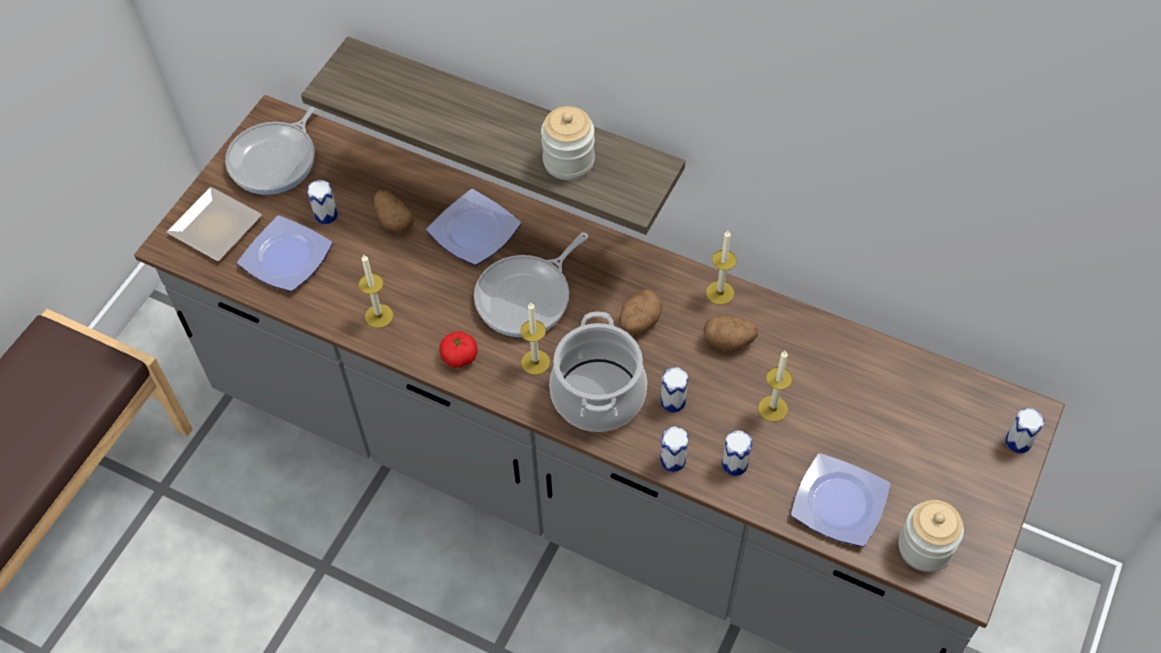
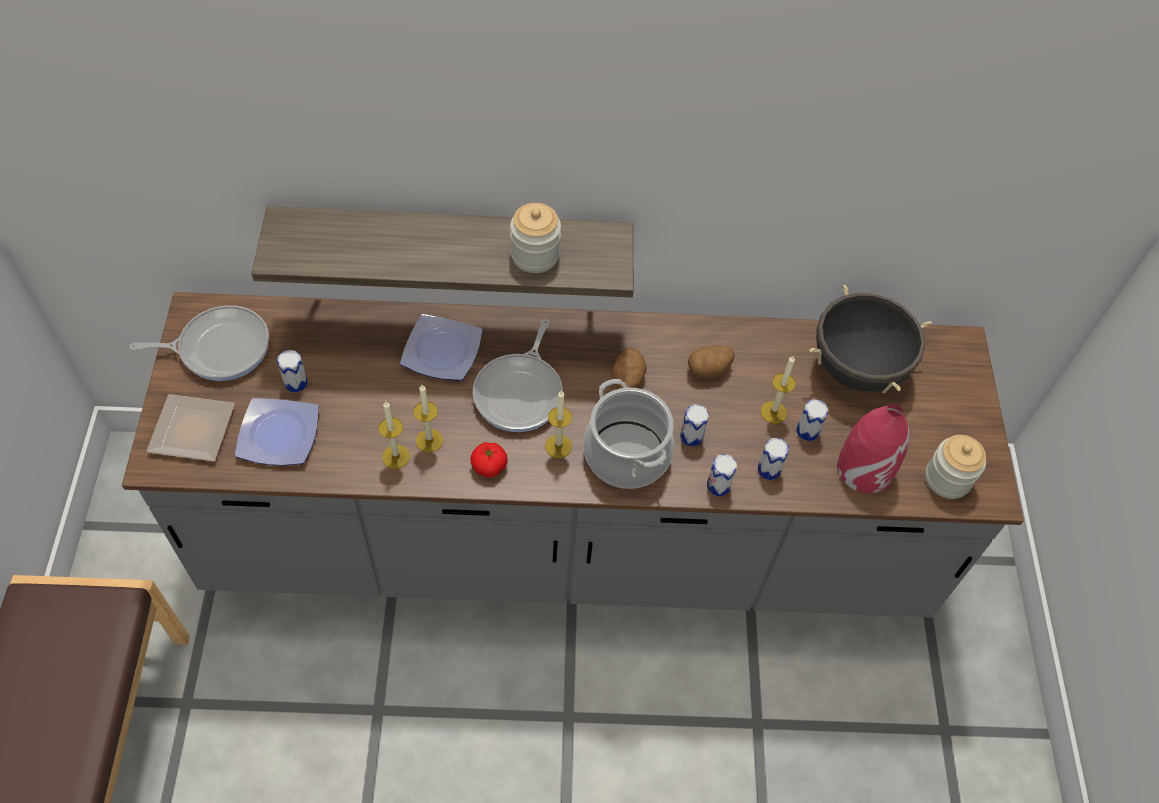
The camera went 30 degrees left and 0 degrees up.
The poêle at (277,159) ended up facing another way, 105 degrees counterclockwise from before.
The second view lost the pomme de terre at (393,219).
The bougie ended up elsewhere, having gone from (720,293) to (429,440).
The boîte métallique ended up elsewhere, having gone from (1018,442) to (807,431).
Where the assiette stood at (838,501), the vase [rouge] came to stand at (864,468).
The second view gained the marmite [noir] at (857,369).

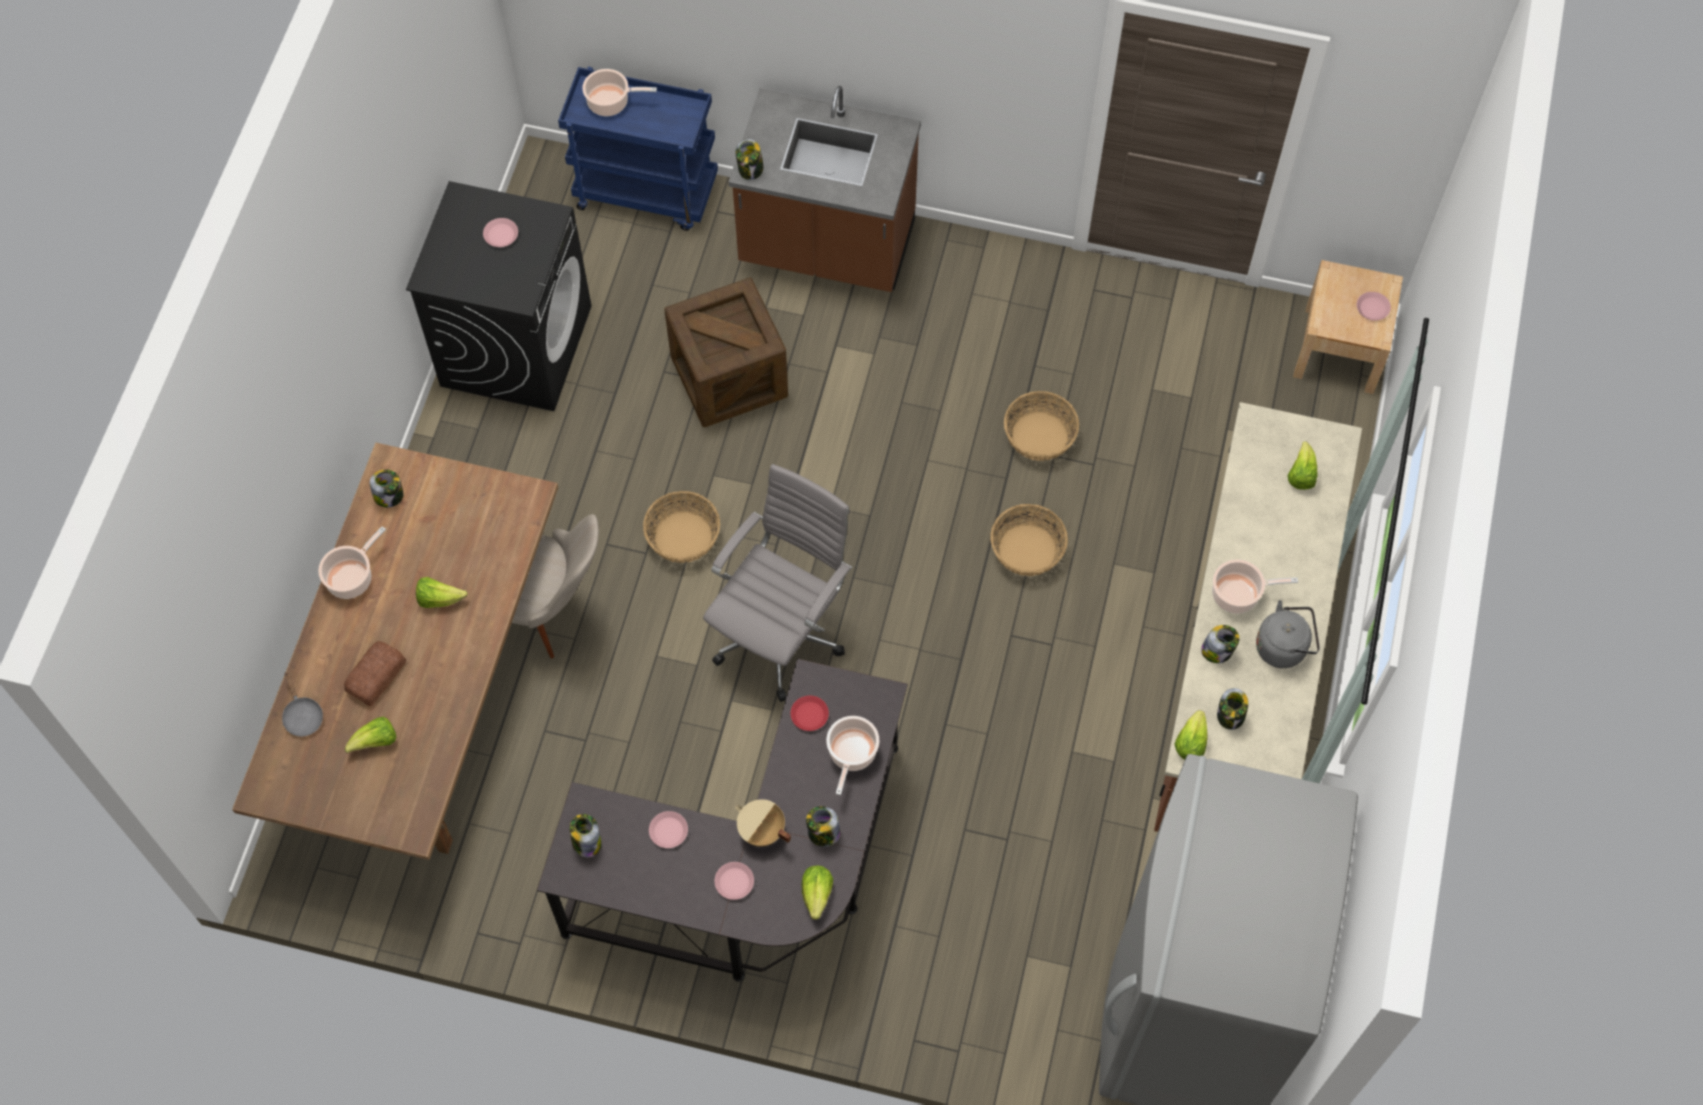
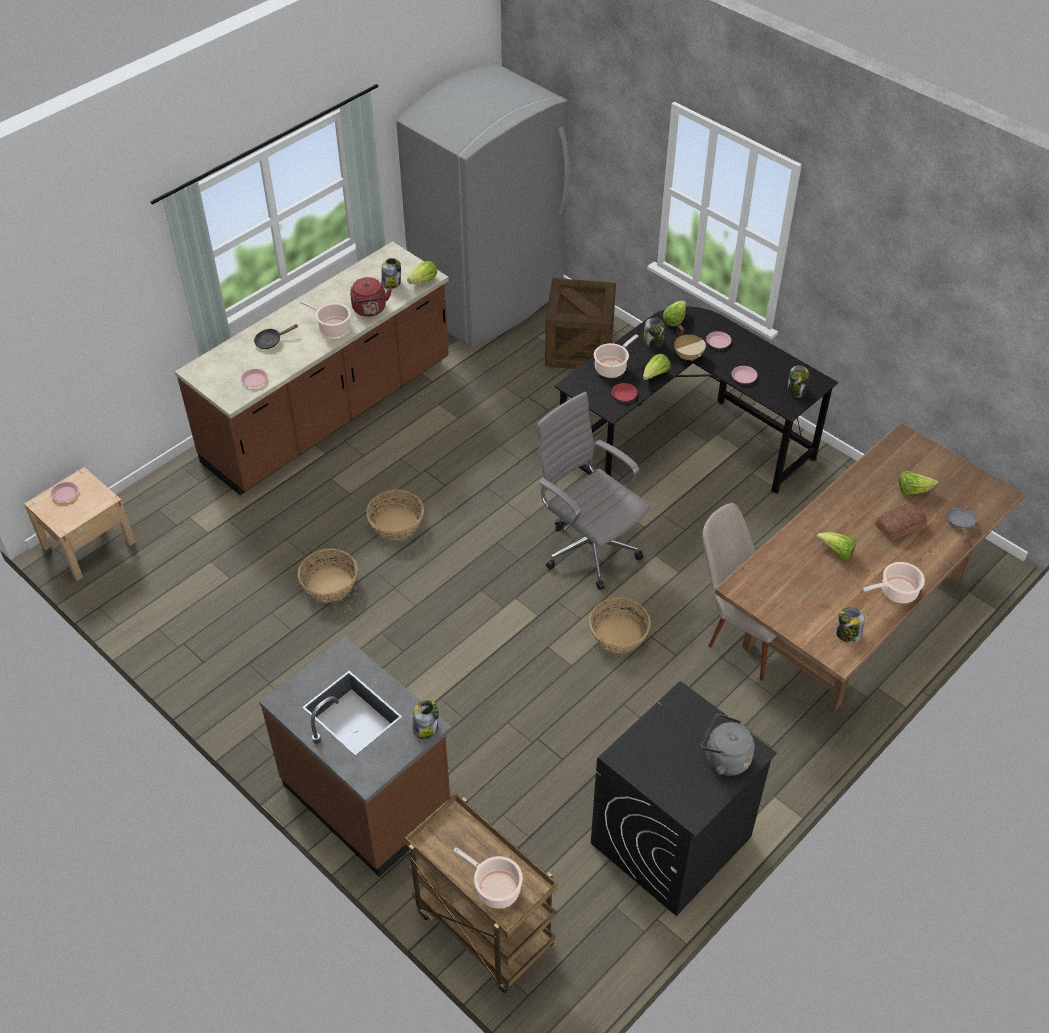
The camera went 150 degrees left and 15 degrees down.
What was the chariot [bleu] at (648,193) turned into the chariot [marron] at (481,928).
The assiette [rose] ended up elsewhere, having gone from (501,235) to (254,380).
The caisse ended up elsewhere, having gone from (729,376) to (579,348).
The laitue ended up elsewhere, having gone from (1301,475) to (655,375).
The chaise de bureau [gris] at (782,633) ended up facing another way, 75 degrees clockwise from before.
The bouilloire [gris] ended up elsewhere, having gone from (1284,647) to (724,758).
Where the bocal stood at (1217,650), the bouilloire [rouge] came to stand at (370,310).
The second view gained the poêle [noir] at (271,341).

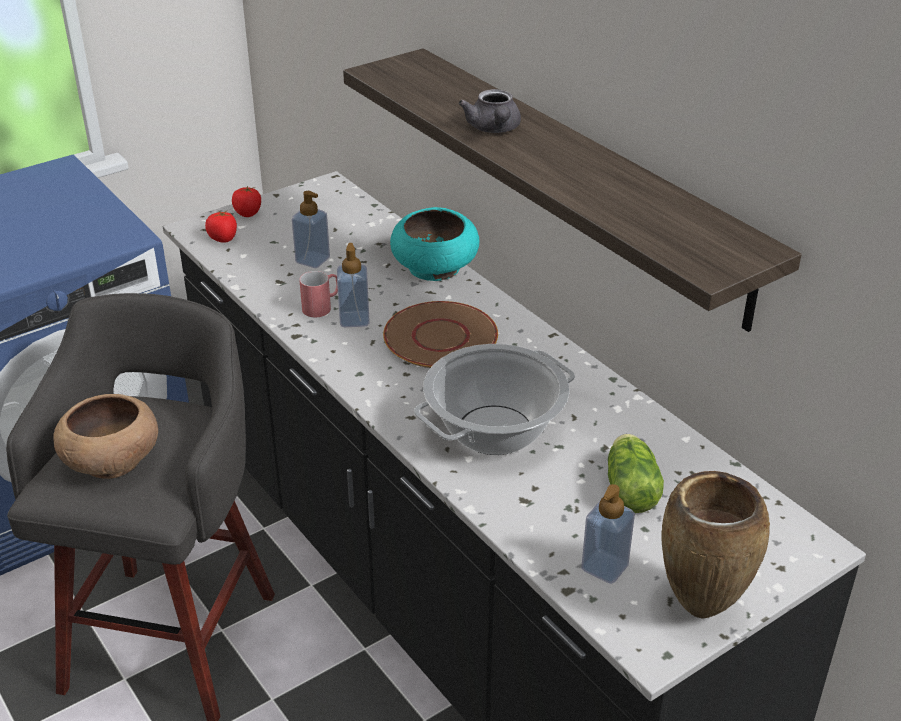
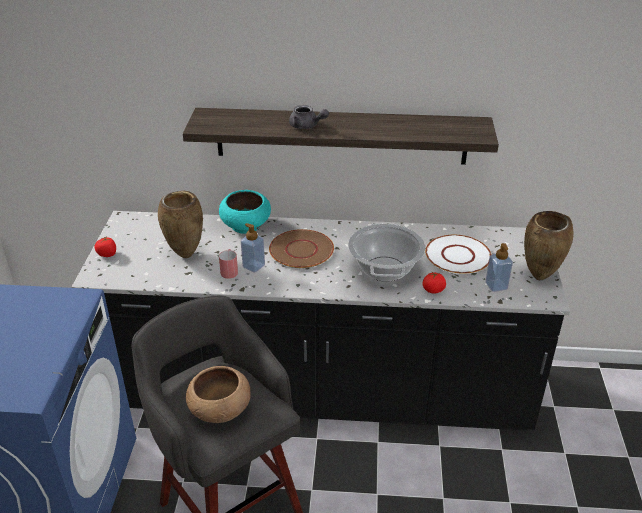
The camera went 50 degrees left and 0 degrees up.
Where the distributeur de savon stood at (312,260), the vase [marron] came to stand at (185,255).
The tomate ended up elsewhere, having gone from (223,238) to (433,290).
Where the laitue stood at (630,487), the assiette [blanc] came to stand at (458,256).

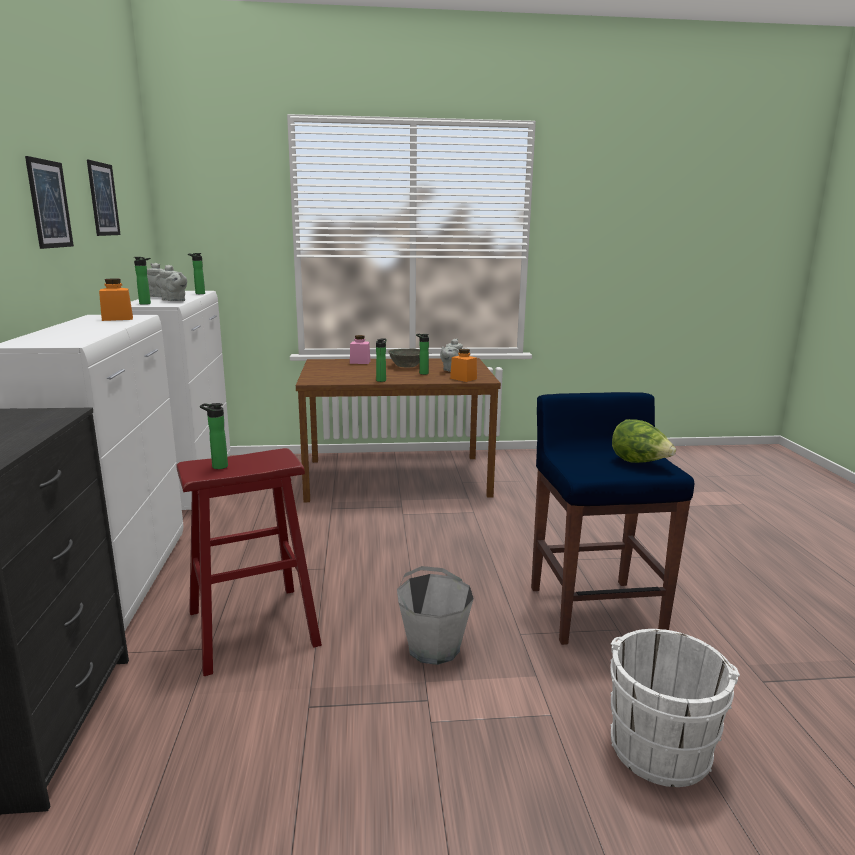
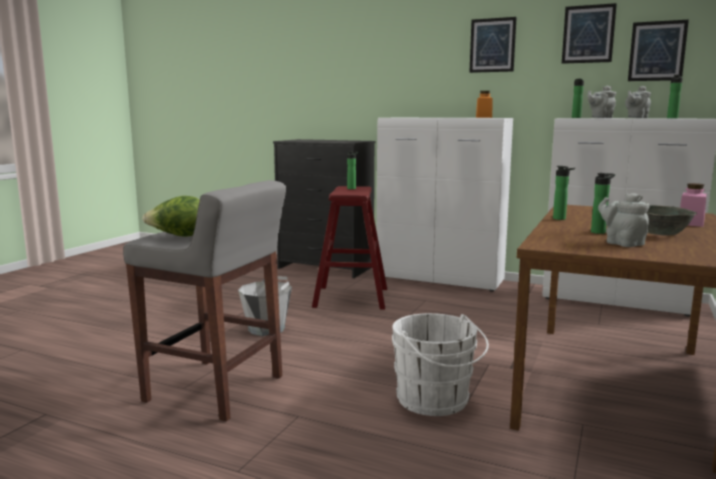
The camera went 120 degrees right and 5 degrees down.
The second view lost the bocal [orange] at (463,378).
What was the tabouret [bleu] at (594,610) turned into the tabouret [gris] at (217,389).
The seau [blanc] ended up elsewhere, having gone from (660,745) to (435,401).
The second view gained the tableau at (657,51).

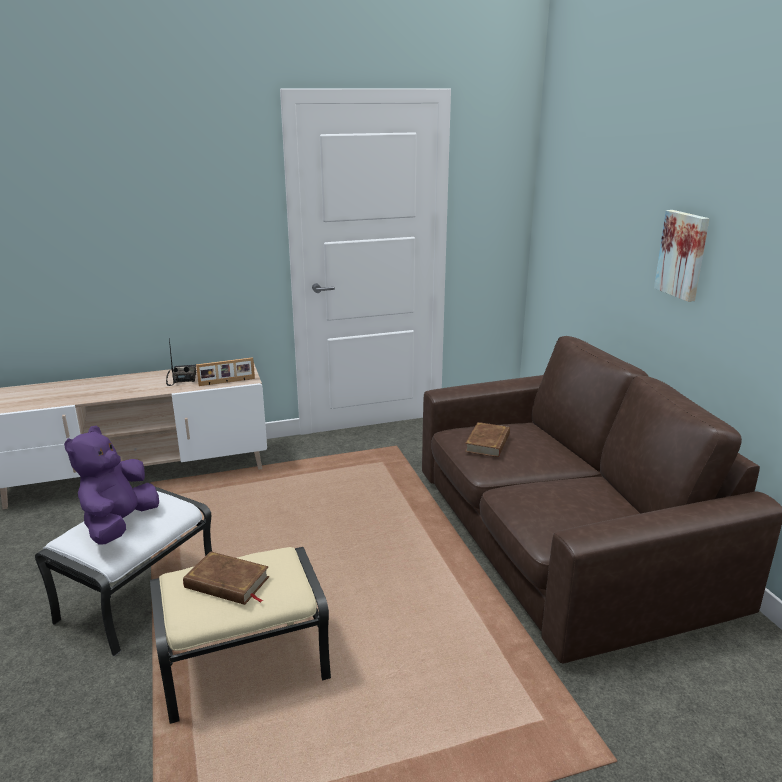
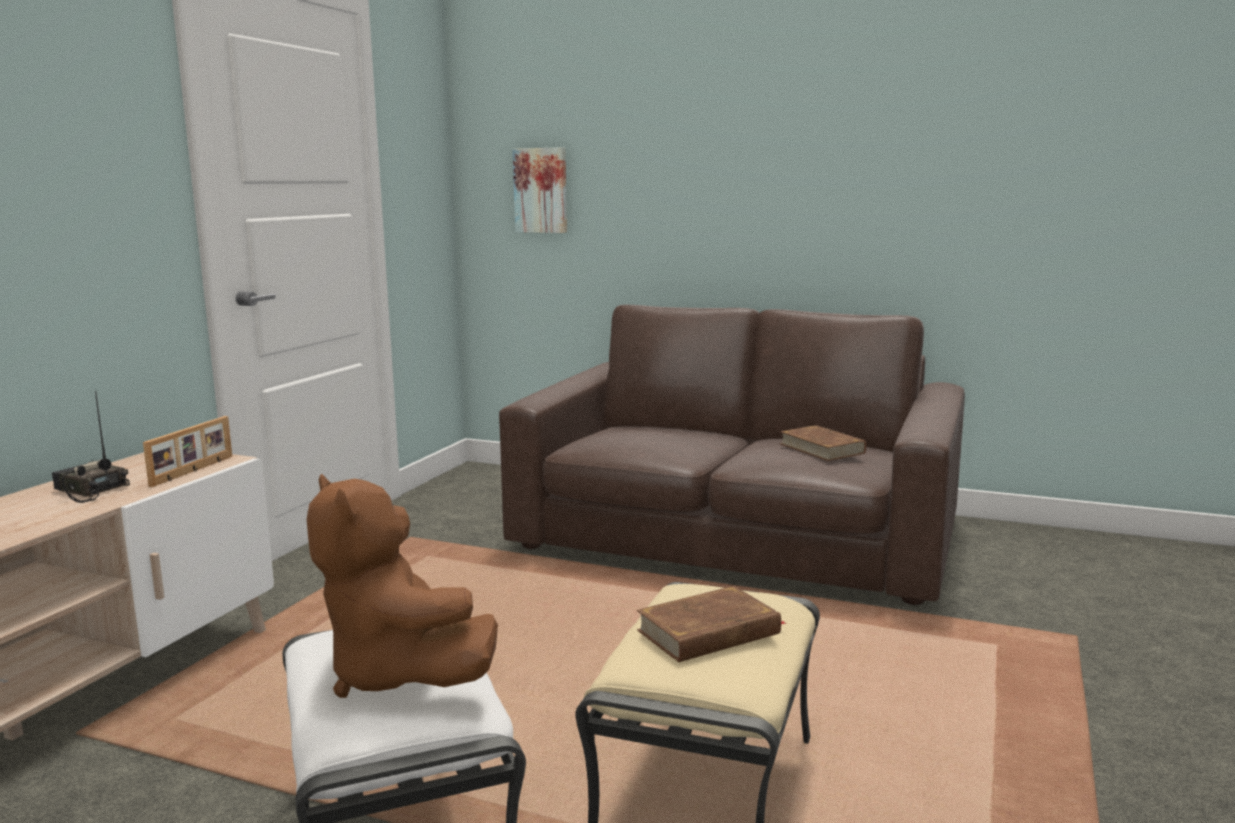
The camera went 50 degrees left and 10 degrees down.
The tableau ended up elsewhere, having gone from (683,254) to (541,190).
The livre [marron] ended up elsewhere, having gone from (488,443) to (822,448).
What was the peluche [violet] at (119,525) turned into the peluche [marron] at (399,675).

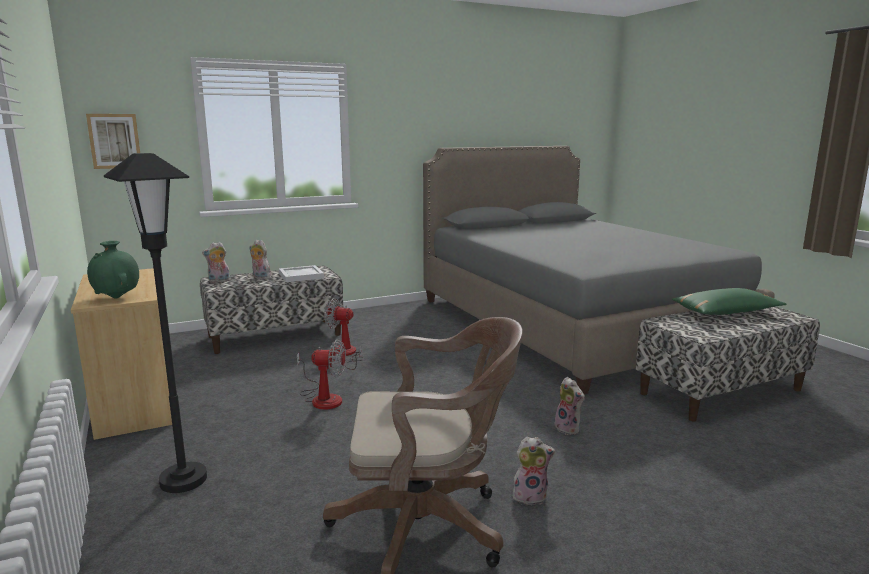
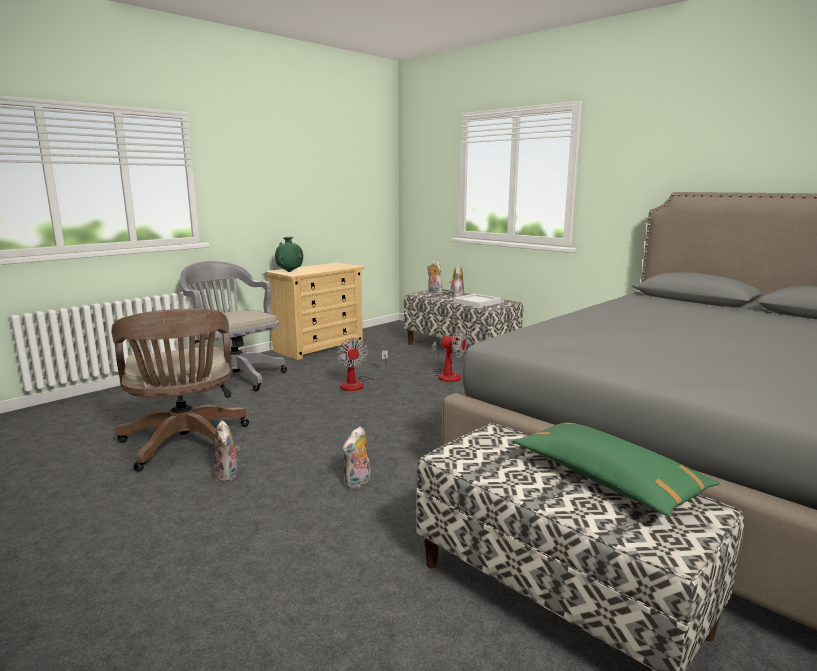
The camera went 70 degrees right and 0 degrees up.
The second view lost the tableau at (114,141).
Where the lampadaire [noir] stood at (183,480), the chaise de bureau [gris] came to stand at (234,376).
The ventilateur at (346,354) ended up facing another way, 120 degrees clockwise from before.

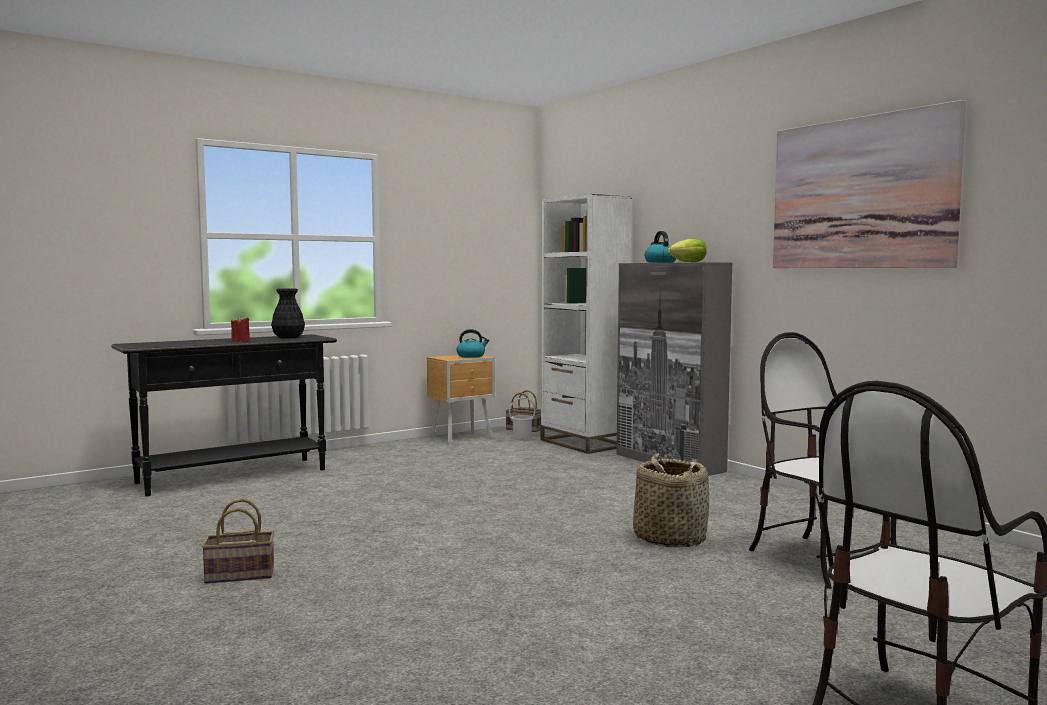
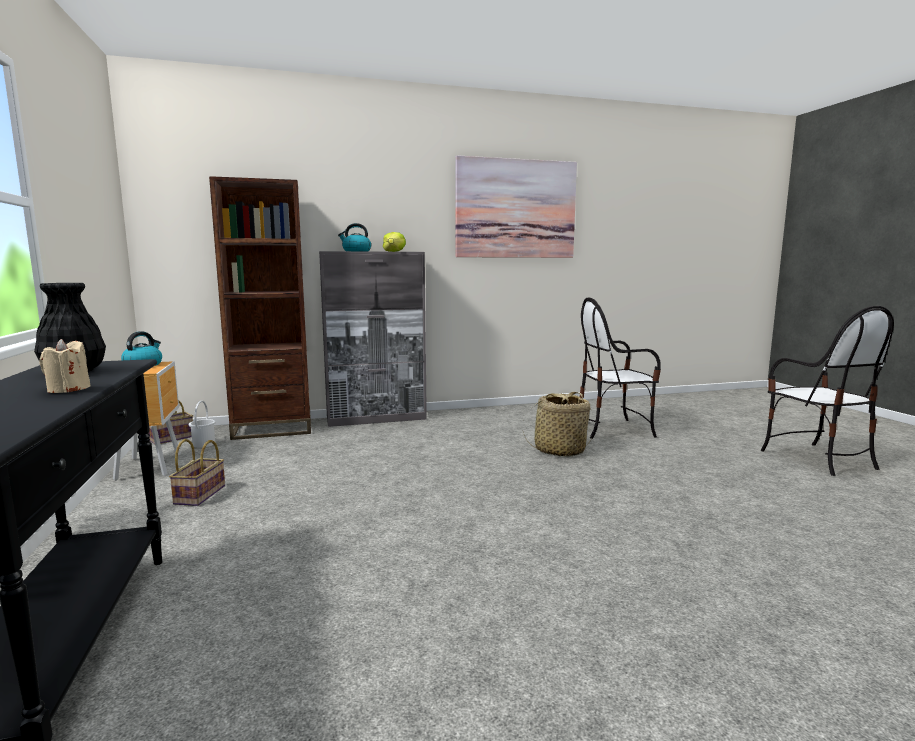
The camera went 70 degrees left and 5 degrees up.
What was the bibliothèque [blanc] at (583,443) turned into the bibliothèque [marron] at (272,429).
What was the bougie [rouge] at (240,341) turned into the bougie [beige] at (68,389).
The panier ended up elsewhere, having gone from (238,575) to (200,495).

